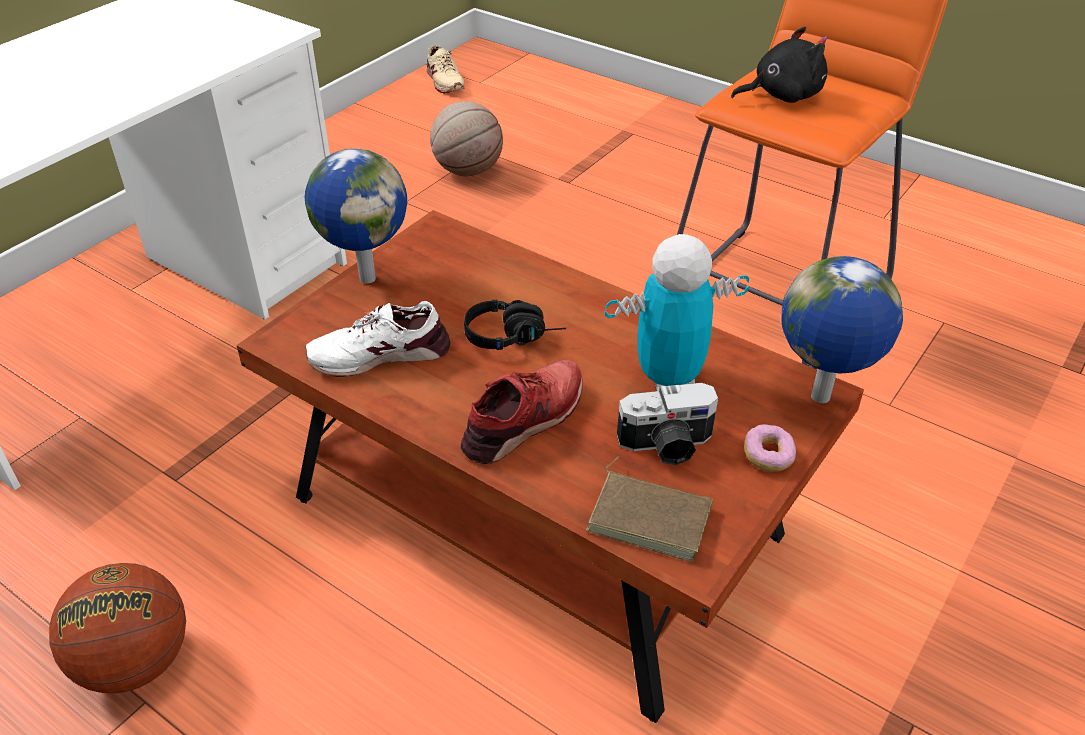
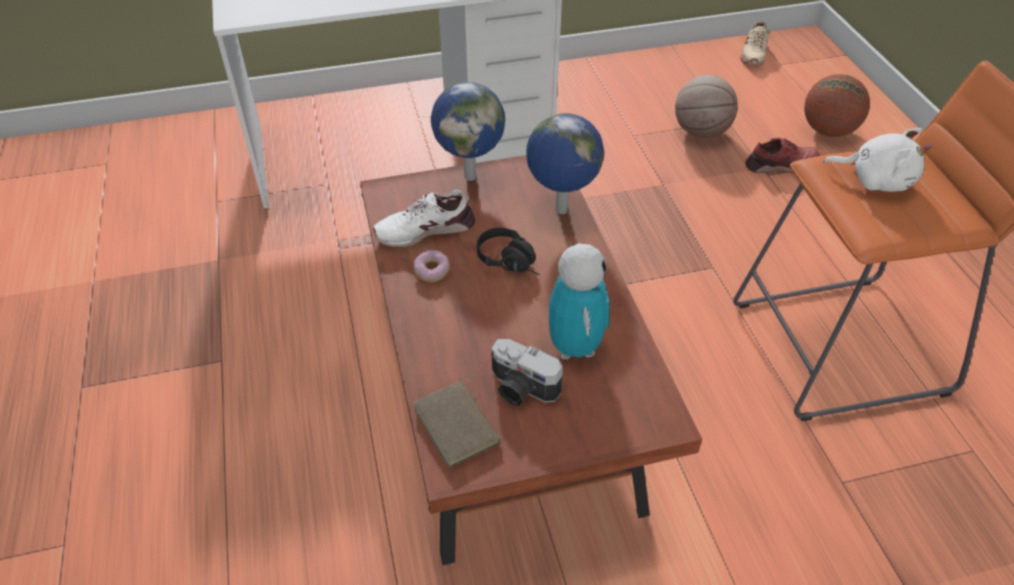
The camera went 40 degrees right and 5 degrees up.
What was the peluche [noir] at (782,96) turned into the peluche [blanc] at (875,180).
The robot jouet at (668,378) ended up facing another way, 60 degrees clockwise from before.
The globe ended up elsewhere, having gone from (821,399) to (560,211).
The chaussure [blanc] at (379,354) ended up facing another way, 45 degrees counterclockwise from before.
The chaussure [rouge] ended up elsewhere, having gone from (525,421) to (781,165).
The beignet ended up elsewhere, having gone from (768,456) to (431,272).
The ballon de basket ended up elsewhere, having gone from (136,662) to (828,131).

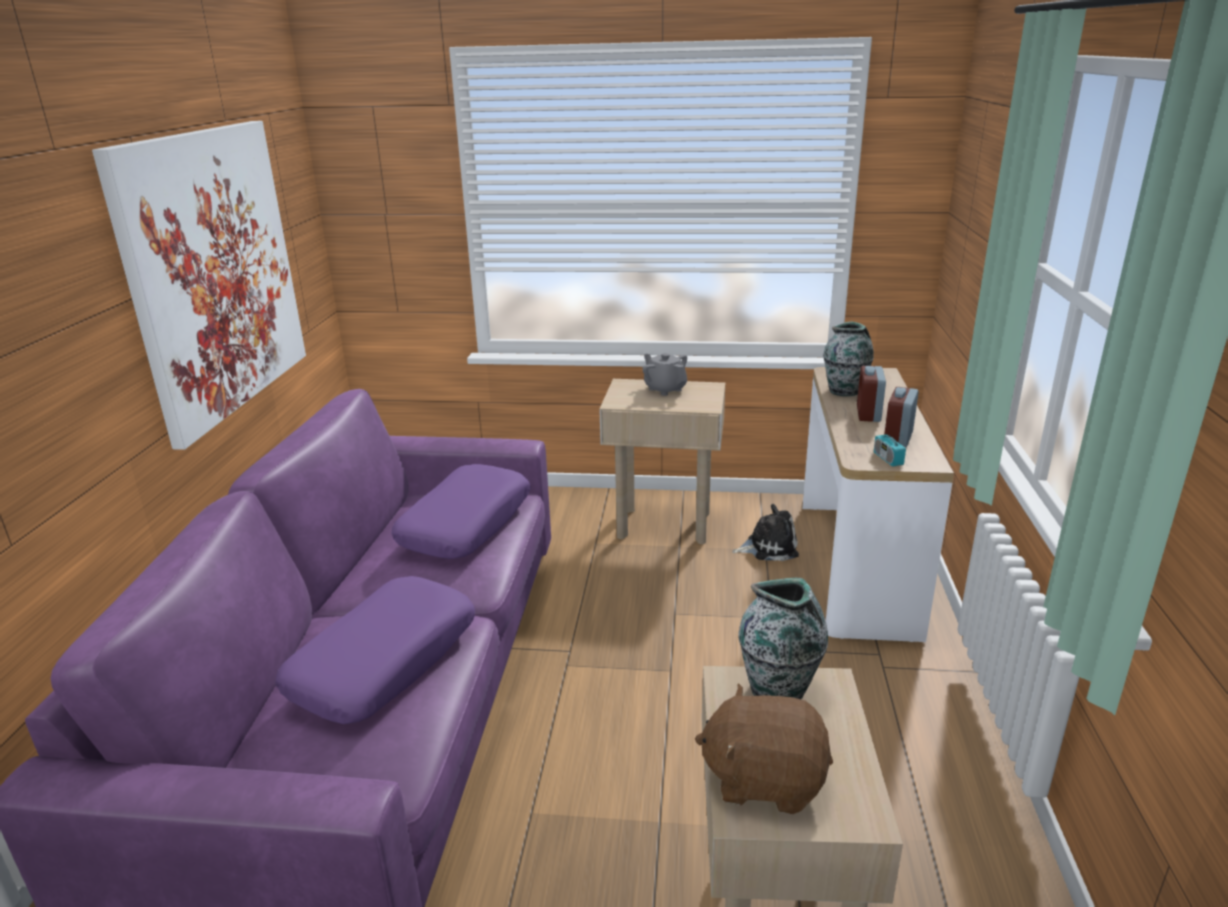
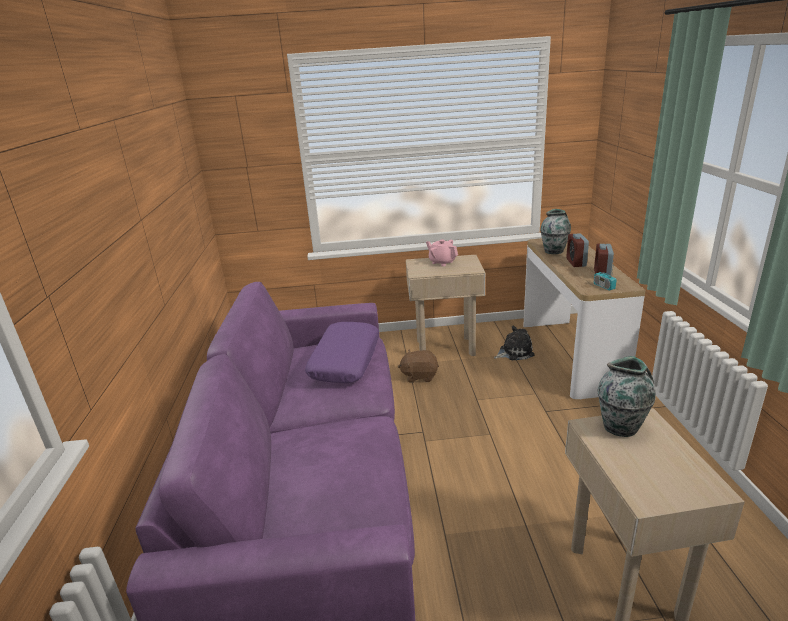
The camera went 10 degrees left and 0 degrees up.
The second view lost the tableau at (214,273).
What was the théière [gris] at (665,389) turned into the théière [rose] at (442,262).
The second view lost the coussin [violet] at (384,662).
The peluche [marron] ended up elsewhere, having gone from (764,779) to (419,376).

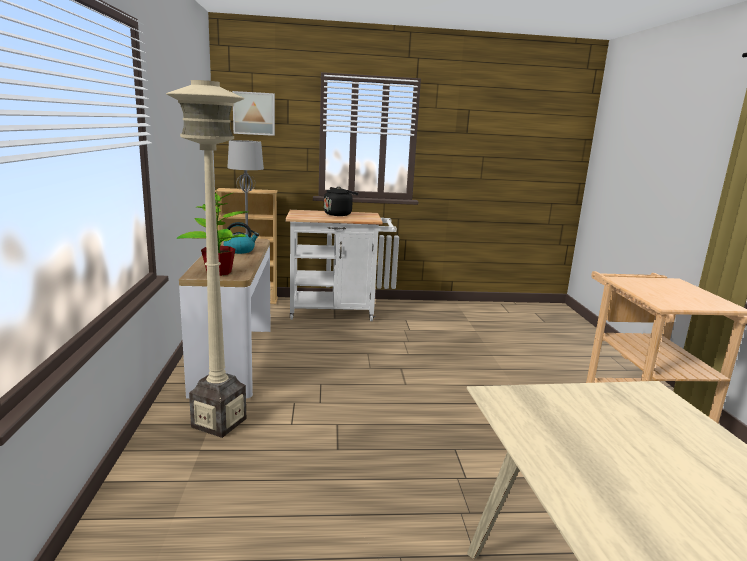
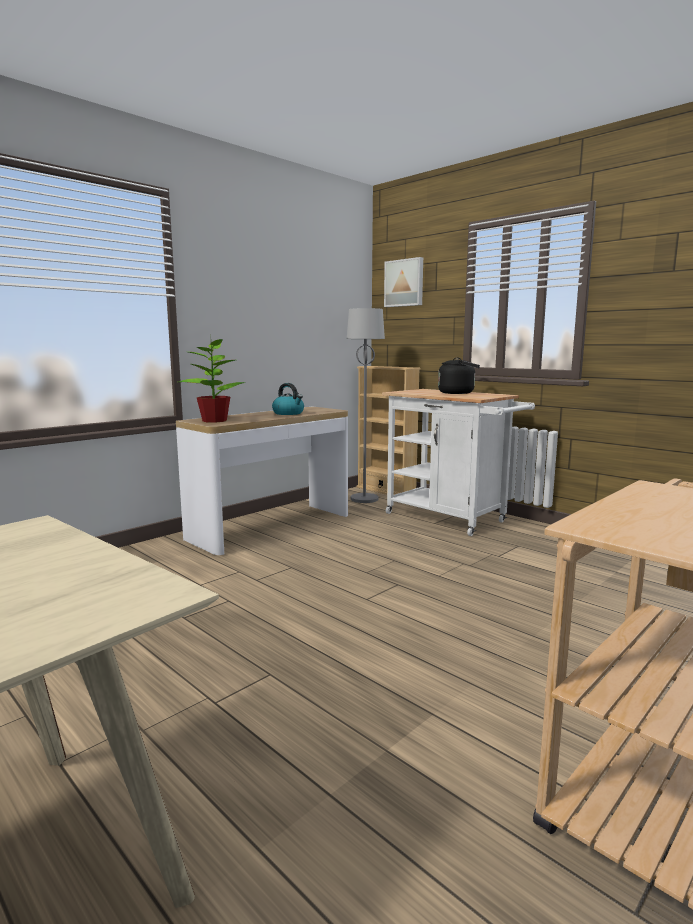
The camera went 50 degrees right and 5 degrees down.
The second view lost the lampadaire [beige] at (219,423).

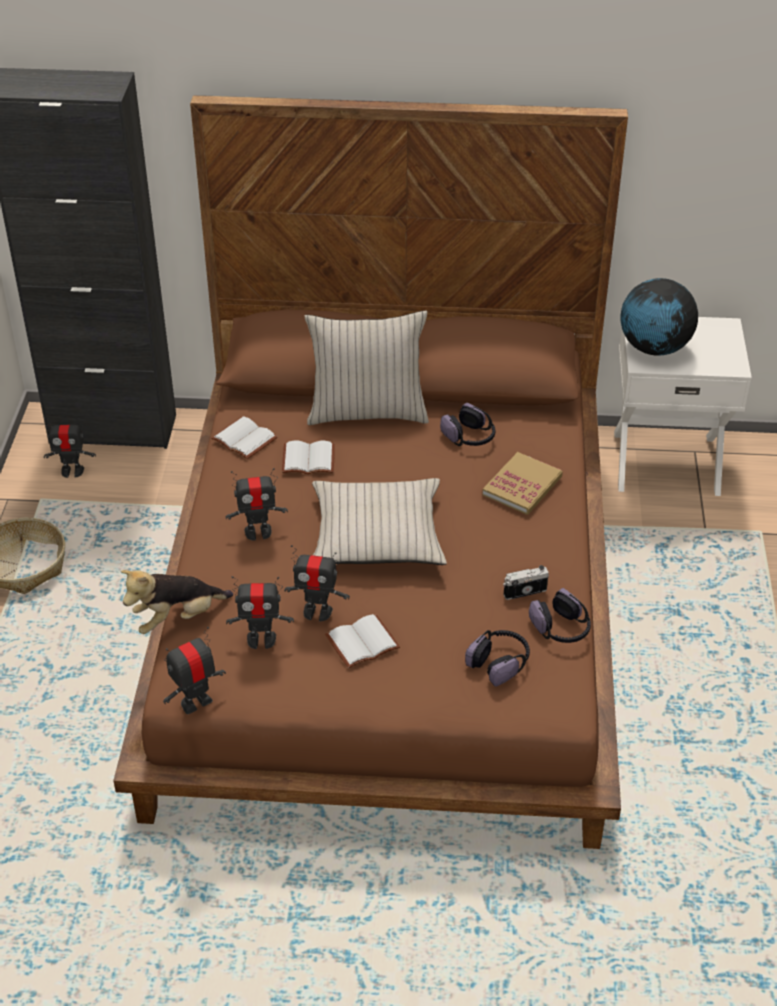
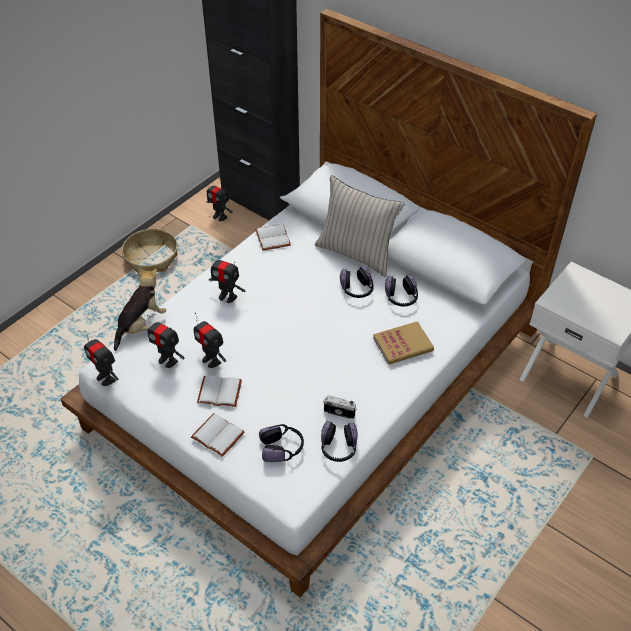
The camera went 35 degrees right and 5 degrees up.
What was the lit [marron] at (390,603) turned into the lit [blanc] at (316,378).
The second view lost the globe at (654,348).
The livre [blanc] ended up elsewhere, having gone from (307,461) to (216,436).
The second view lost the coussin [beige] at (377,535).
The peluche at (177,618) ended up facing another way, 120 degrees clockwise from before.
The robot jouet at (196,703) ended up facing another way, 135 degrees counterclockwise from before.
The second view gained the casque audio at (357,290).

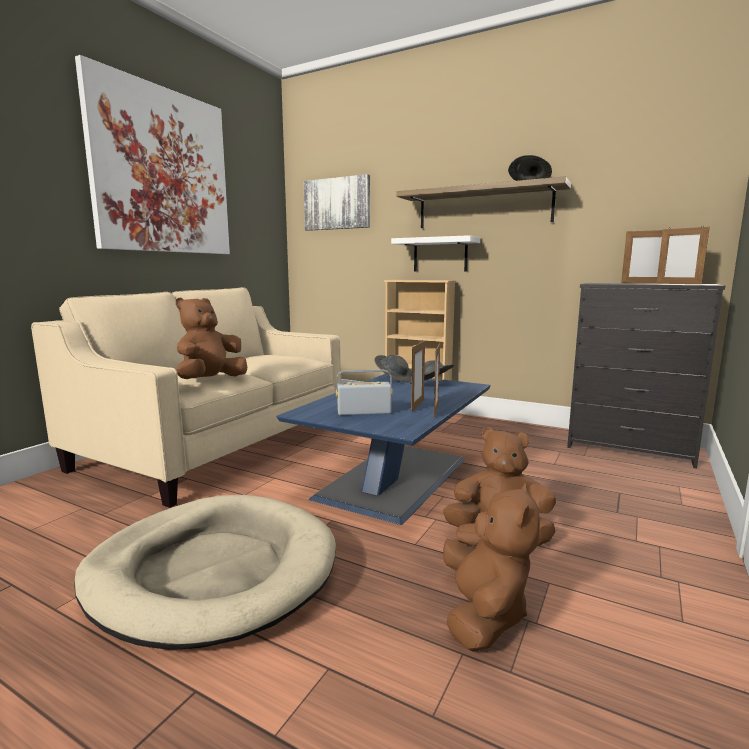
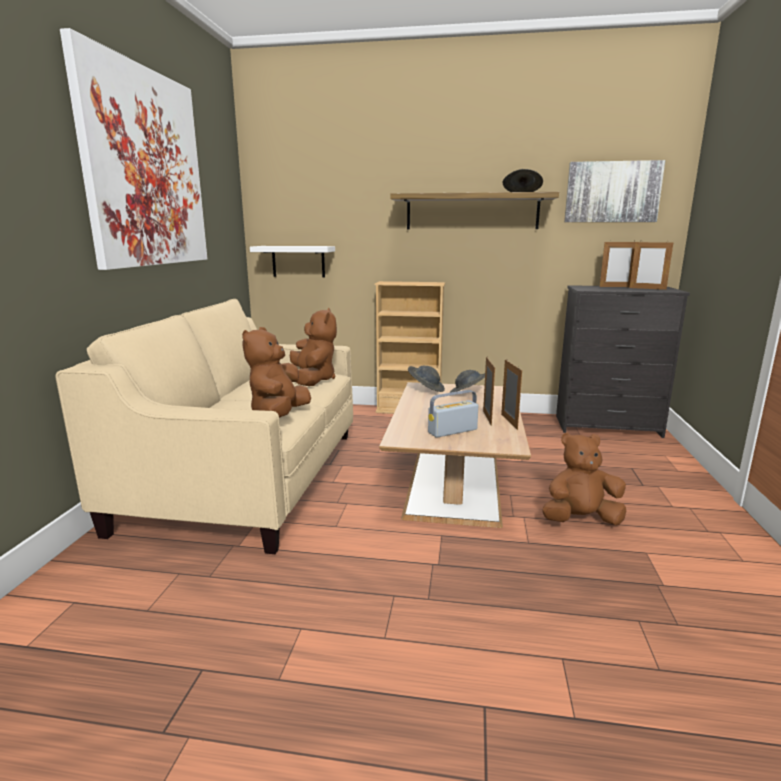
The camera went 20 degrees left and 5 degrees up.
The tableau ended up elsewhere, having gone from (337,204) to (612,192).
The étagère [blanc] ended up elsewhere, having gone from (440,255) to (298,261).
What was the table basse [bleu] at (395,476) turned into the table basse [marron] at (453,482).
The peluche [marron] ended up elsewhere, having gone from (483,614) to (313,380).
The second view lost the panier pour chien [beige] at (213,572).

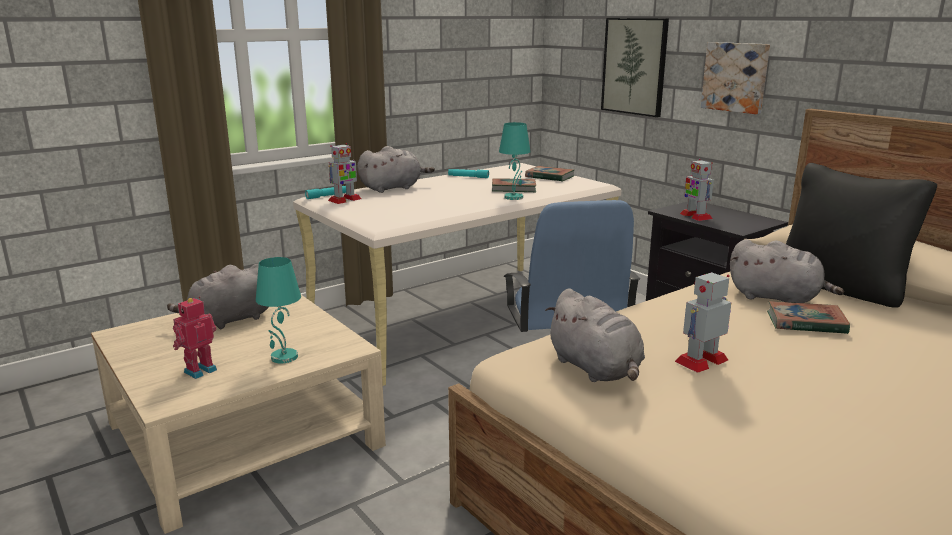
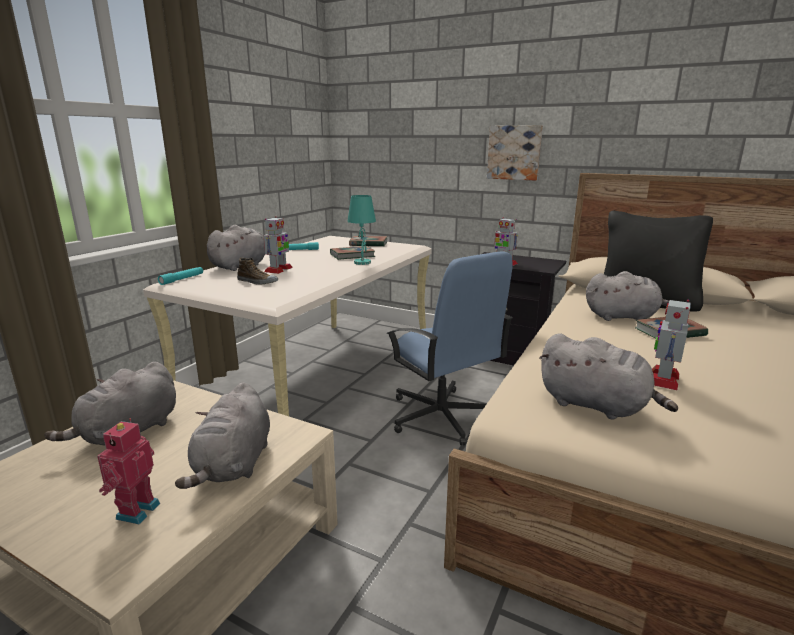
The camera went 25 degrees left and 0 degrees up.
The second view lost the tableau at (635,66).
The robot jouet ended up elsewhere, having gone from (344,200) to (278,270).
Where the lampe de table [turquoise] stood at (284,357), the peluche [gris] came to stand at (234,465).
The second view gained the chaussure at (257,282).

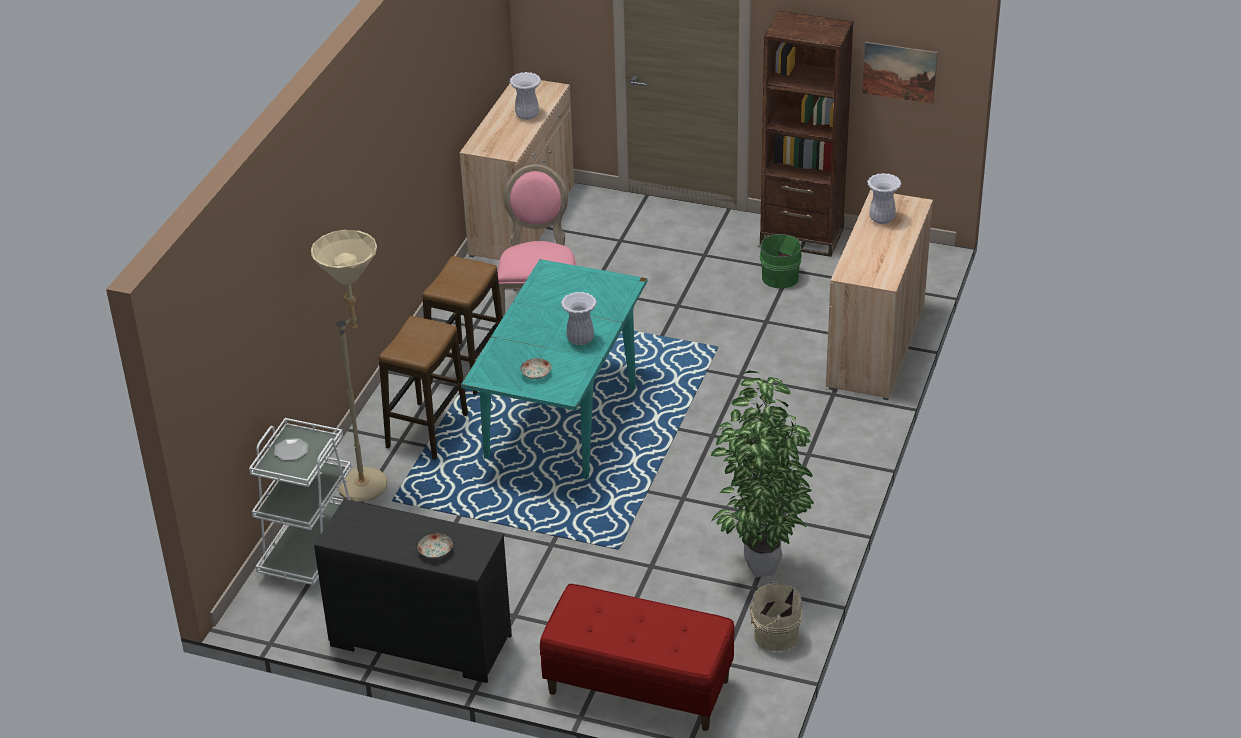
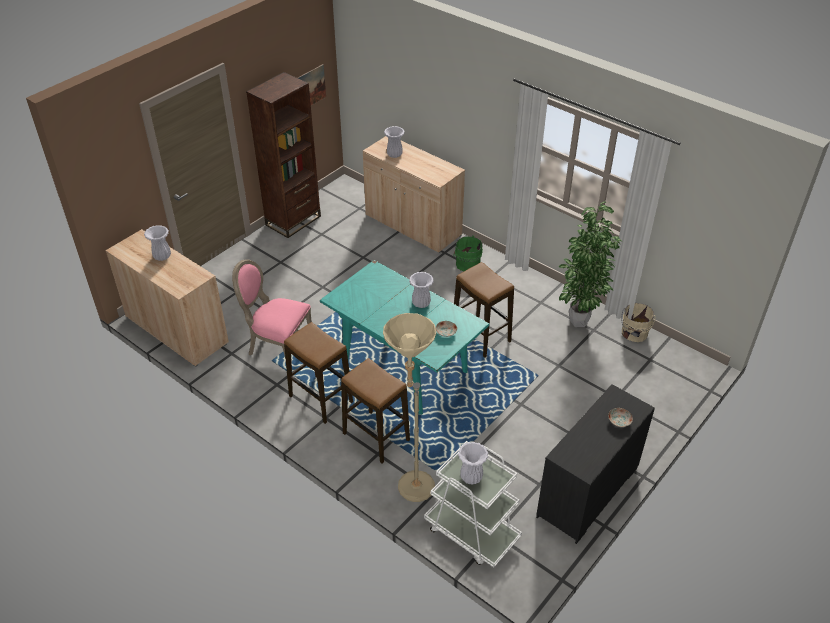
The camera went 70 degrees left and 5 degrees up.
The seau [vert] ended up elsewhere, having gone from (780,276) to (466,264).
Where the assiette stood at (291,451), the vase [blanc] came to stand at (471,478).
The second view lost the banc [rouge] at (638,687).
The second view gained the tabouret at (481,336).

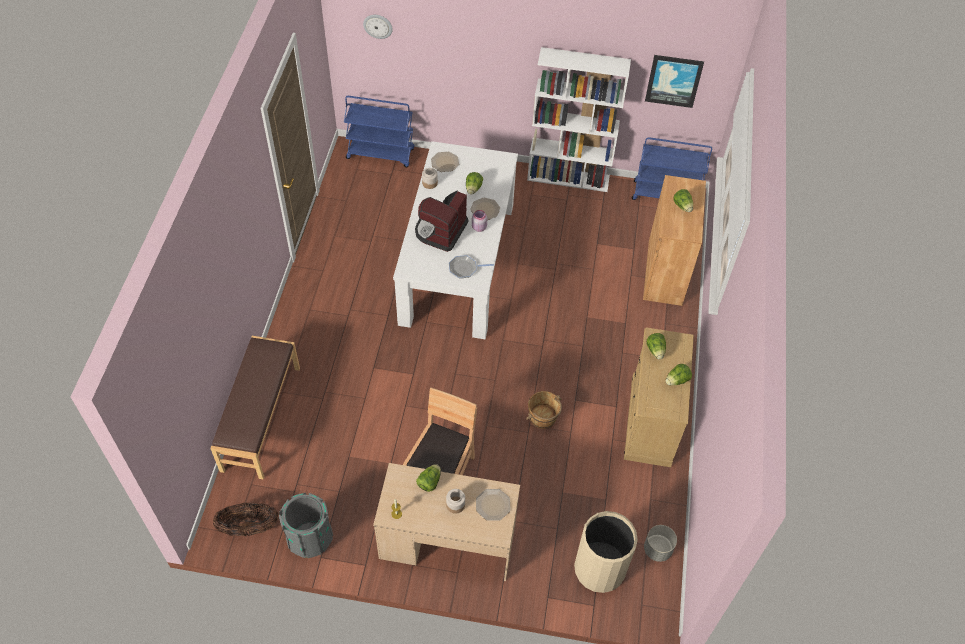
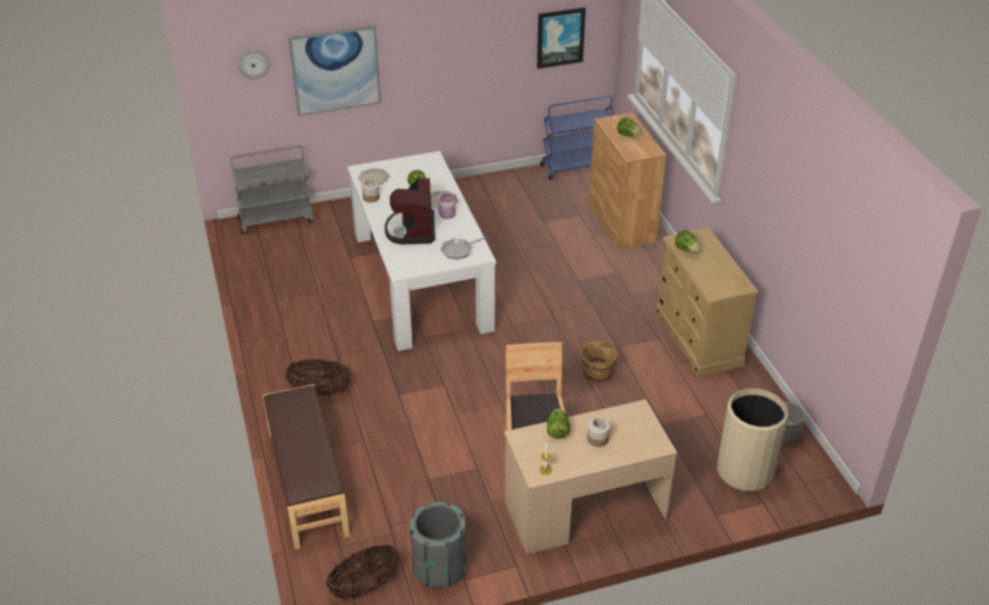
The camera went 25 degrees left and 15 degrees down.
The second view lost the bibliothèque [blanc] at (569,177).
What was the chariot [bleu] at (381,153) turned into the chariot [gris] at (276,219).
The second view lost the laitue at (677,380).
The second view lost the assiette at (493,504).
The second view gained the tableau at (335,70).
The second view gained the panier at (320,391).

